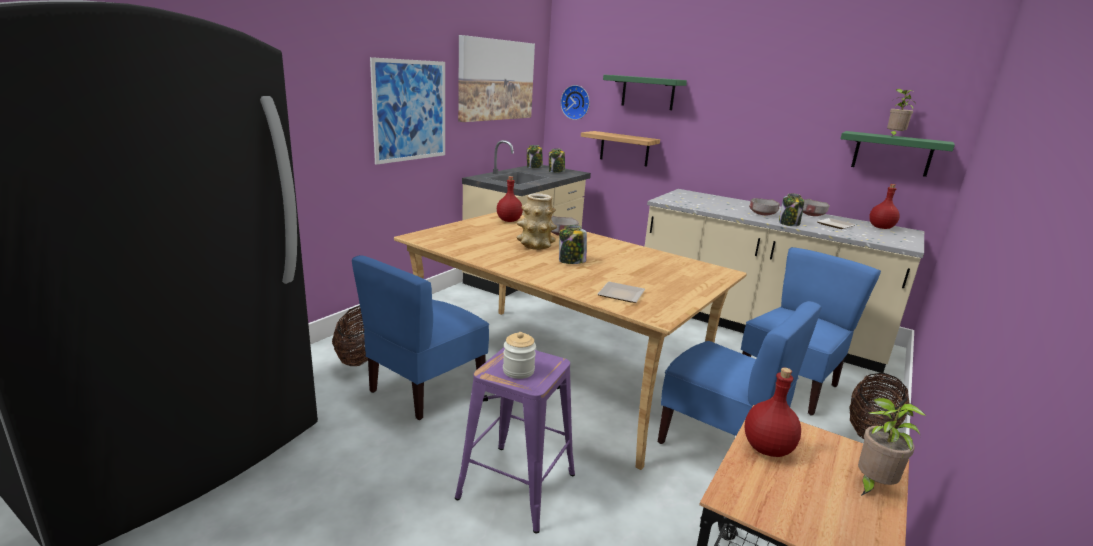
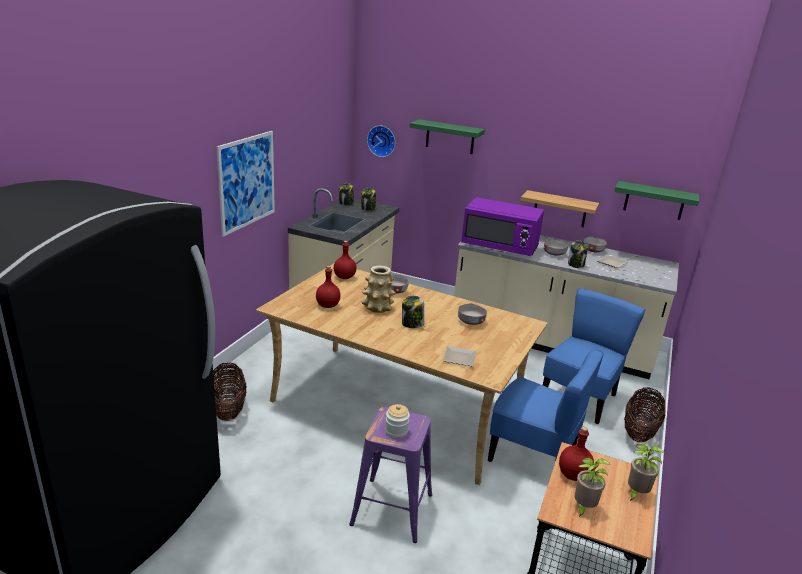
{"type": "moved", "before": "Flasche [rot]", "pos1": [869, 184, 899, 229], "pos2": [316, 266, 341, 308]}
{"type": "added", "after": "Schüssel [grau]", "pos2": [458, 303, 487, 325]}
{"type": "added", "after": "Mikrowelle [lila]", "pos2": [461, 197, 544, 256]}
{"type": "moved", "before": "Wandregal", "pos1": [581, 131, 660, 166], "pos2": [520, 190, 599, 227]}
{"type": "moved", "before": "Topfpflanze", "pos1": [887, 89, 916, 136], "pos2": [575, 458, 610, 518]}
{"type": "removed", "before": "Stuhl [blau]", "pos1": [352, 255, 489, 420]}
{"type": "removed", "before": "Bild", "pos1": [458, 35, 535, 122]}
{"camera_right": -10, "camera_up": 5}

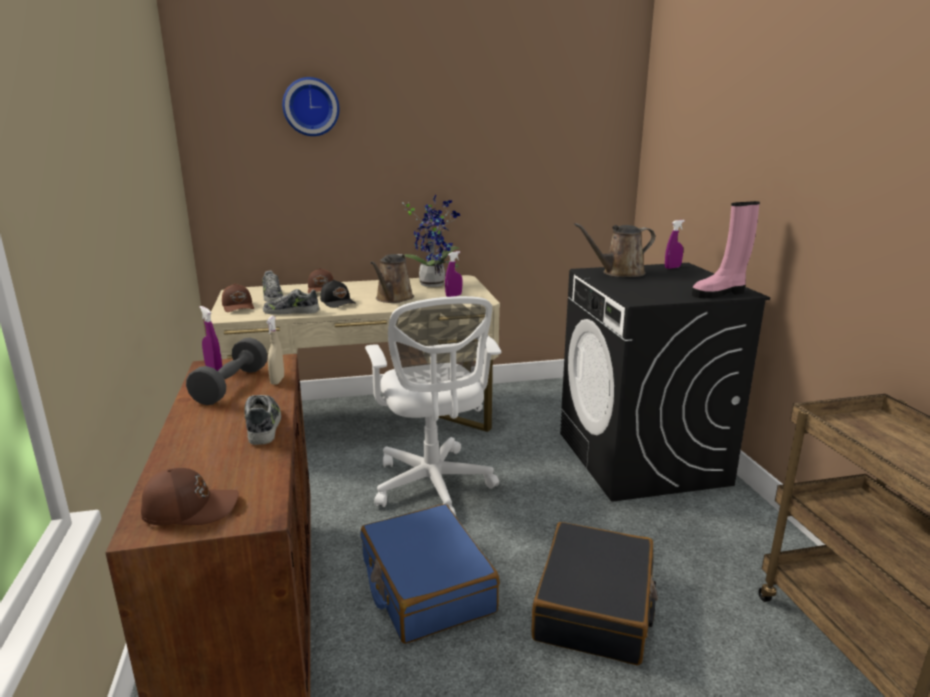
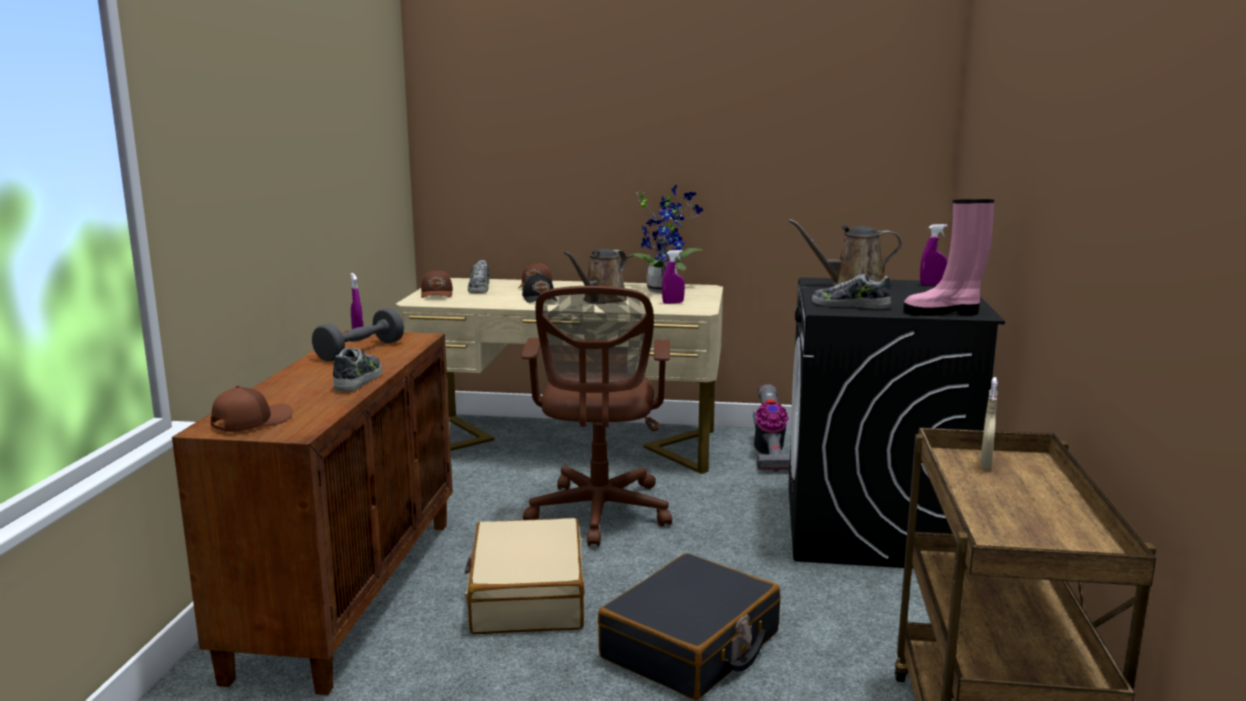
{"type": "turned", "before": "Kappe [braun]", "pos1": [141, 468, 239, 525], "pos2": [211, 385, 293, 432], "turn": -60}
{"type": "recoloured", "before": "Koffer [blau]", "after": "Koffer [beige]", "pos1": [360, 504, 500, 644], "pos2": [465, 518, 585, 634]}
{"type": "recoloured", "before": "Bürostuhl [weiß]", "after": "Bürostuhl [braun]", "pos1": [365, 296, 501, 516], "pos2": [521, 286, 672, 547]}
{"type": "added", "after": "Staubsauger", "pos2": [753, 384, 790, 472]}
{"type": "moved", "before": "Schuh", "pos1": [263, 289, 319, 315], "pos2": [812, 274, 891, 309]}
{"type": "moved", "before": "Sprühflasche [beige]", "pos1": [266, 316, 284, 385], "pos2": [980, 377, 998, 469]}
{"type": "removed", "before": "Wanduhr", "pos1": [282, 77, 340, 136]}
{"camera_right": 20, "camera_up": -5}

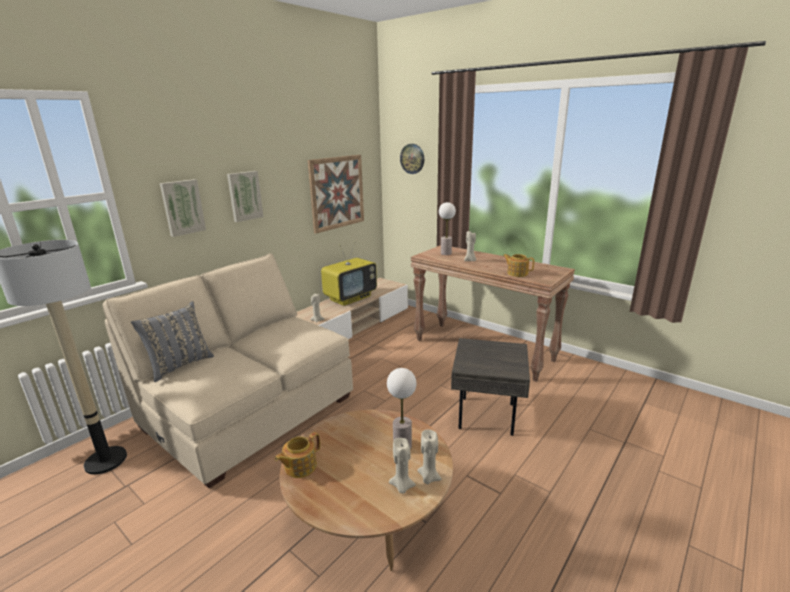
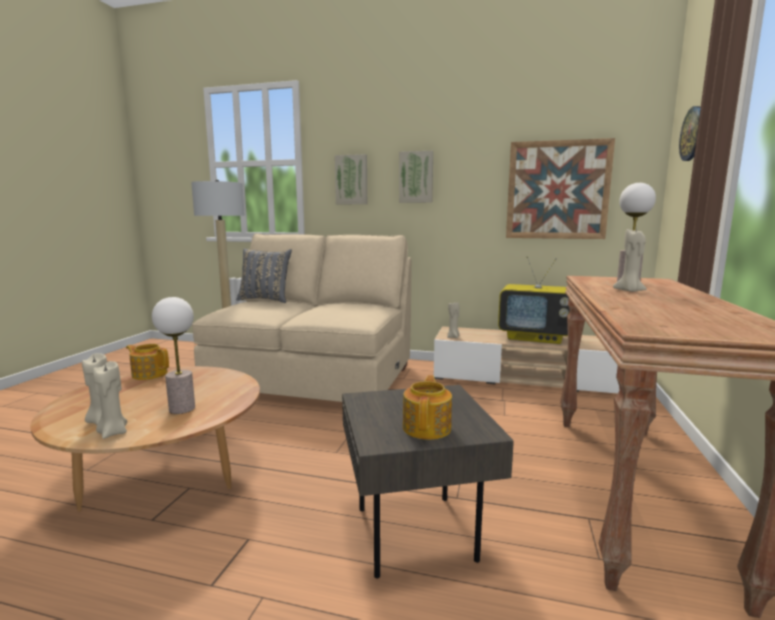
{"type": "moved", "before": "Teekanne", "pos1": [503, 254, 534, 277], "pos2": [403, 375, 452, 440]}
{"camera_right": 65, "camera_up": -10}

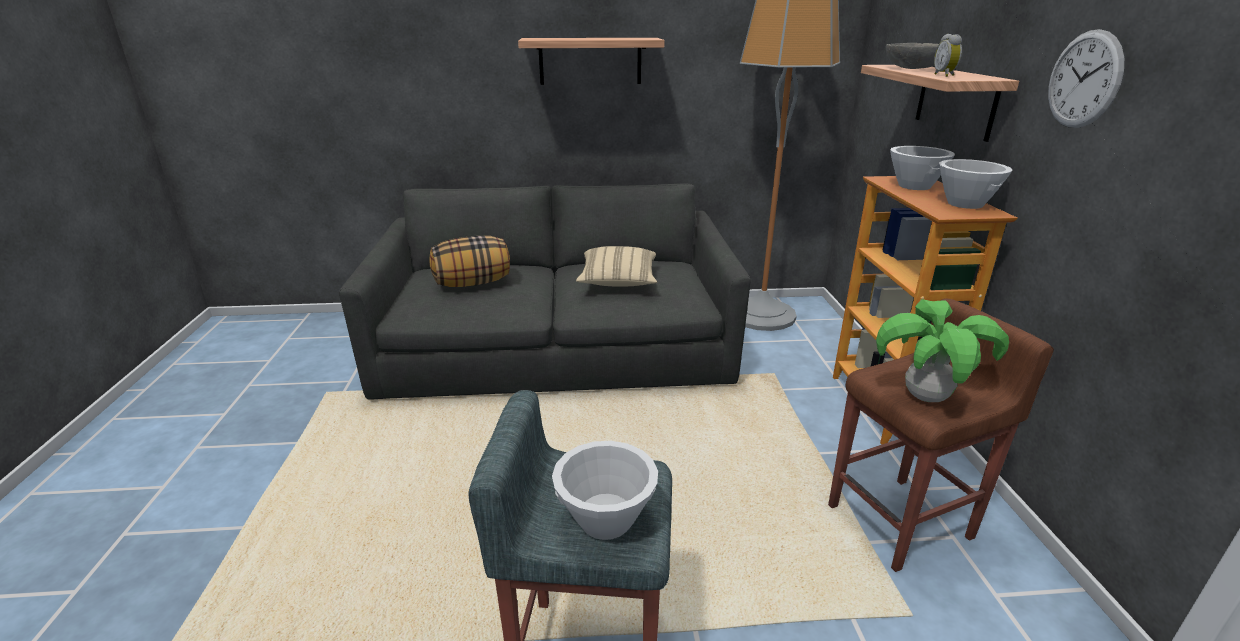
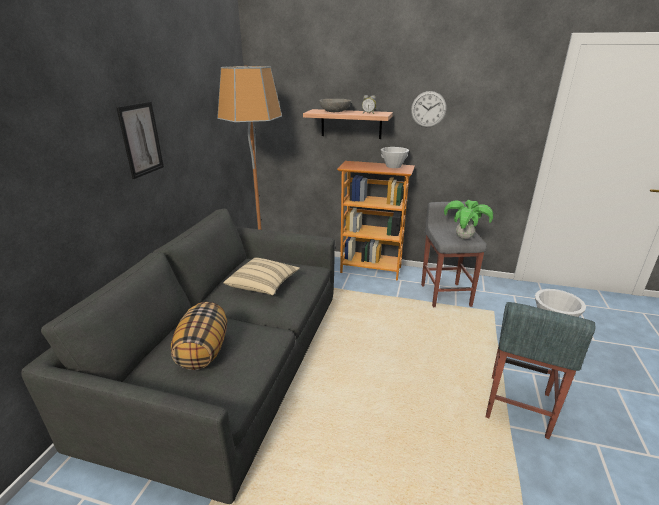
{"type": "replaced", "before": "Wandregal", "after": "Bild", "pos1": [518, 38, 665, 85], "pos2": [116, 102, 164, 179]}
{"type": "recoloured", "before": "Hocker [braun]", "after": "Hocker [grau]", "pos1": [828, 298, 1054, 572], "pos2": [421, 201, 487, 307]}
{"type": "removed", "before": "Schüssel [weiß]", "pos1": [890, 146, 955, 190]}
{"camera_right": -70, "camera_up": 0}

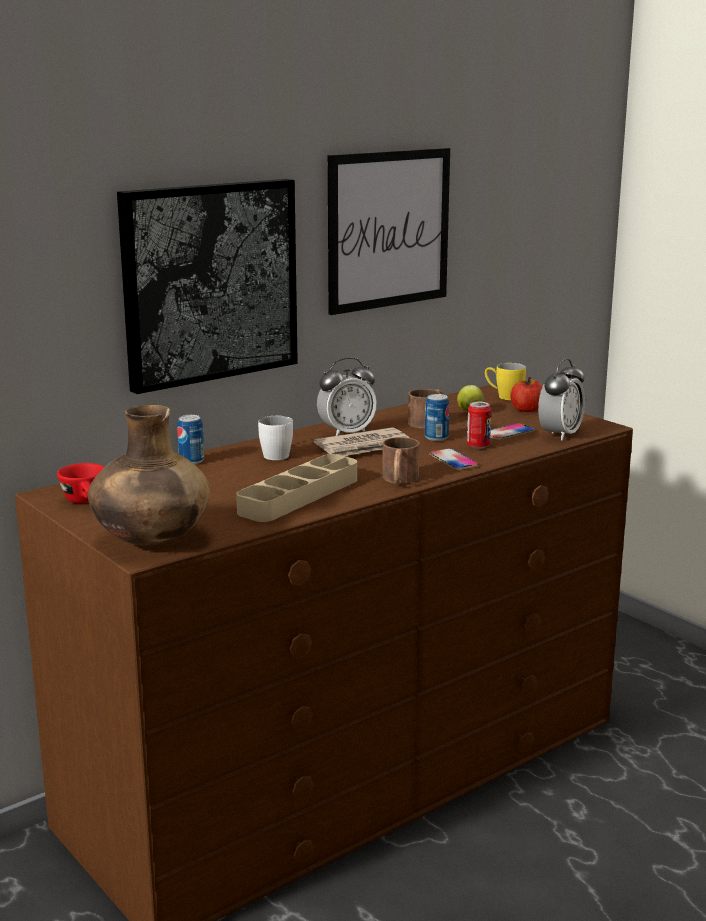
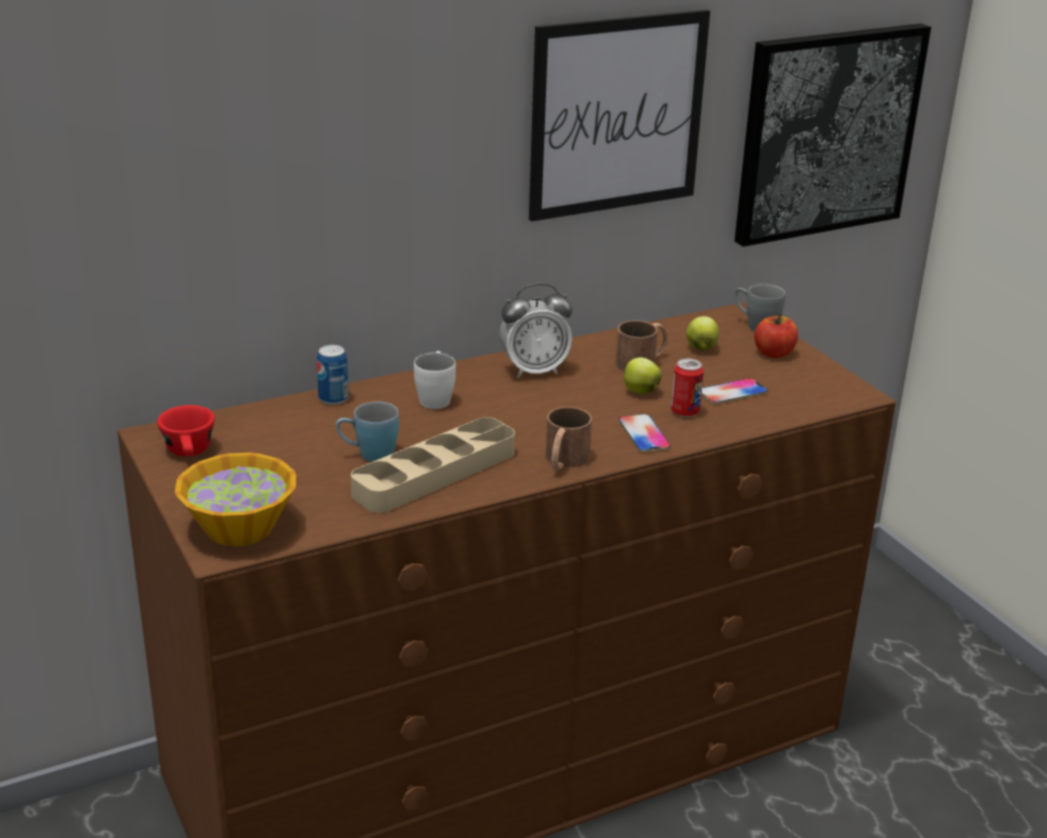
{"type": "replaced", "before": "Vase [braun]", "after": "Schüssel", "pos1": [88, 405, 211, 546], "pos2": [175, 453, 296, 546]}
{"type": "added", "after": "Henkelbecher [blau]", "pos2": [336, 401, 399, 462]}
{"type": "replaced", "before": "Dose", "after": "Apfel", "pos1": [425, 394, 449, 441], "pos2": [624, 357, 662, 394]}
{"type": "moved", "before": "Bild", "pos1": [117, 179, 298, 394], "pos2": [734, 23, 931, 247]}
{"type": "recoloured", "before": "Henkelbecher [gelb]", "after": "Henkelbecher [grau]", "pos1": [485, 363, 526, 400], "pos2": [734, 284, 785, 332]}
{"type": "removed", "before": "Zeitung", "pos1": [314, 427, 410, 456]}
{"type": "removed", "before": "Wecker", "pos1": [538, 358, 585, 441]}
{"camera_right": 10, "camera_up": 10}

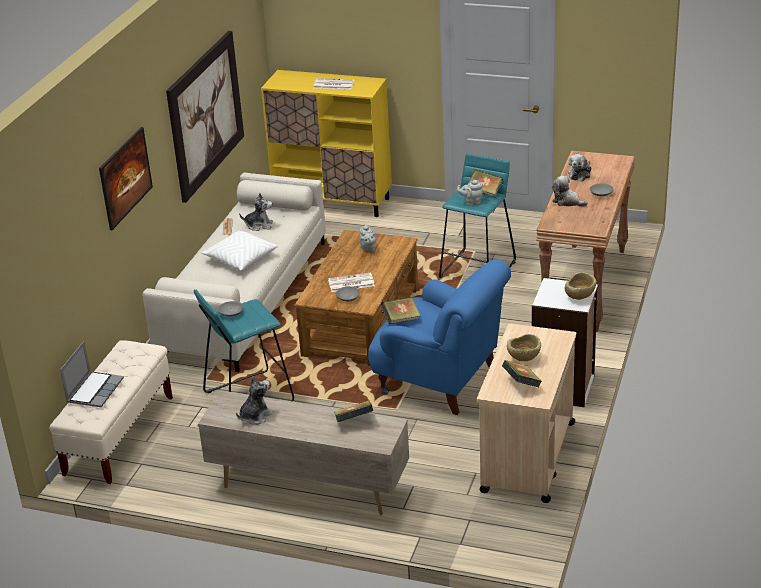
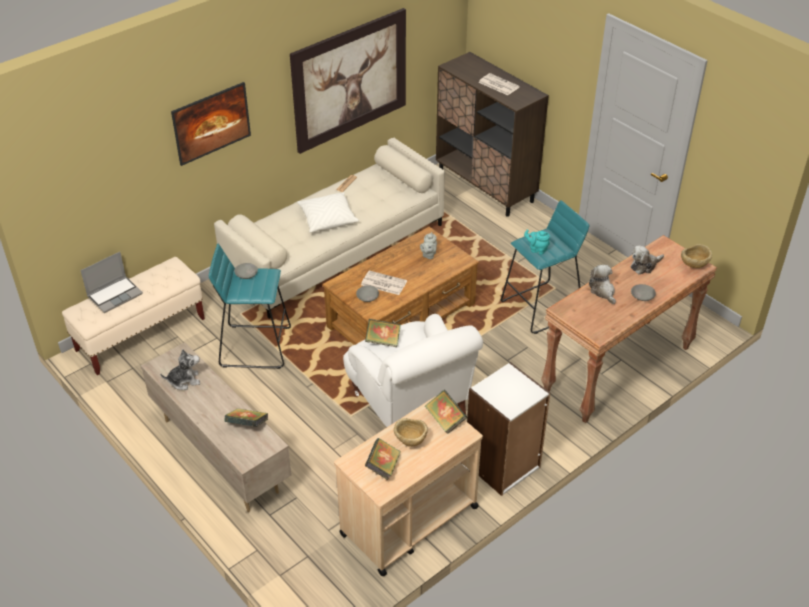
{"type": "recoloured", "before": "Sessel [blau]", "after": "Sessel [weiß]", "pos1": [368, 259, 511, 415], "pos2": [343, 314, 483, 428]}
{"type": "moved", "before": "Buch", "pos1": [469, 169, 503, 198], "pos2": [425, 390, 467, 434]}
{"type": "recoloured", "before": "Schrank [gelb]", "after": "Schrank [braun]", "pos1": [261, 70, 392, 217], "pos2": [436, 52, 549, 217]}
{"type": "recoloured", "before": "Teekanne [grau]", "after": "Teekanne [türkis]", "pos1": [457, 180, 483, 206], "pos2": [524, 230, 550, 255]}
{"type": "moved", "before": "Schüssel [beige]", "pos1": [565, 272, 597, 300], "pos2": [681, 244, 712, 268]}
{"type": "removed", "before": "Plüschtier", "pos1": [239, 193, 273, 231]}
{"camera_right": 30, "camera_up": 10}

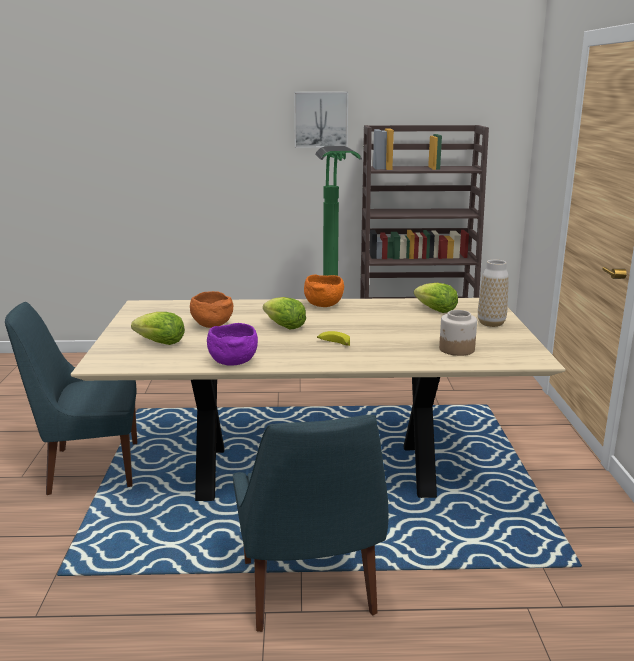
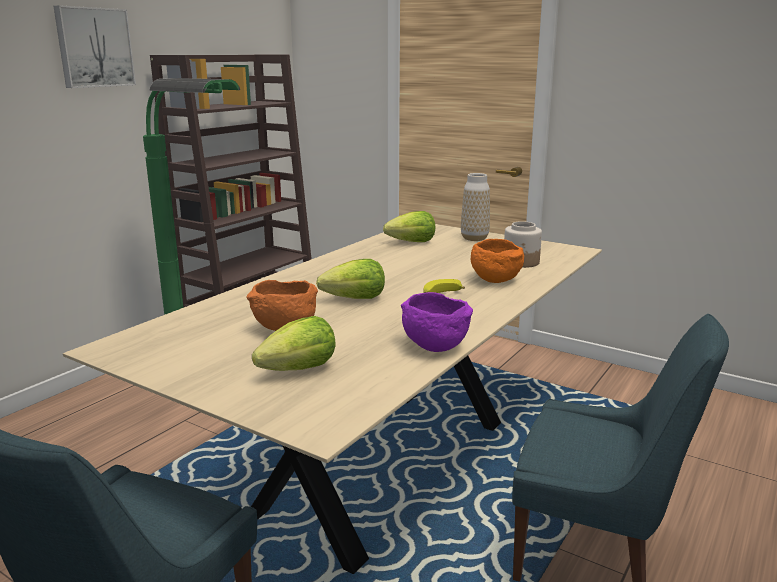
{"type": "moved", "before": "Schüssel [orange]", "pos1": [304, 275, 344, 307], "pos2": [471, 239, 524, 283]}
{"camera_right": -55, "camera_up": 0}

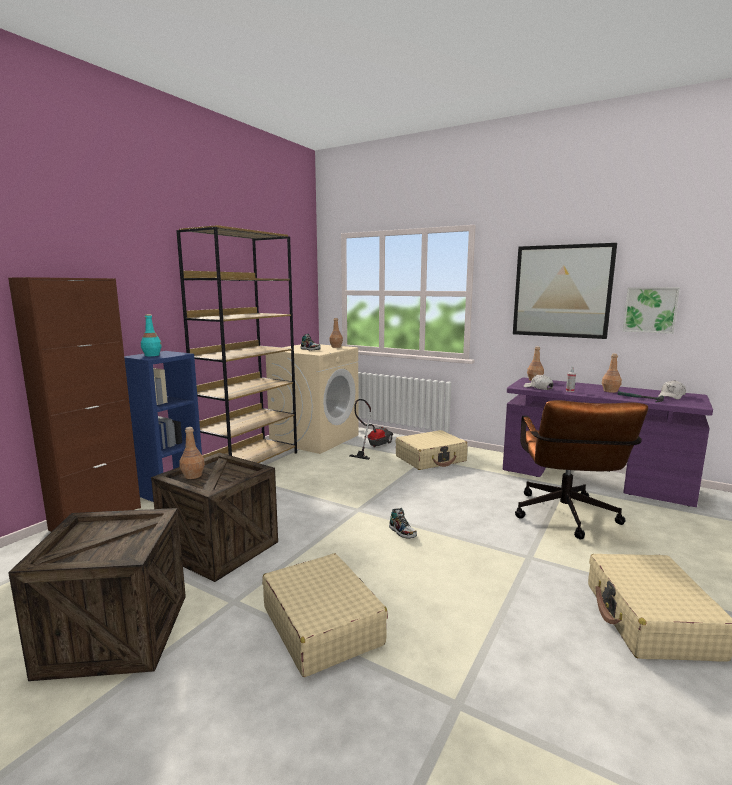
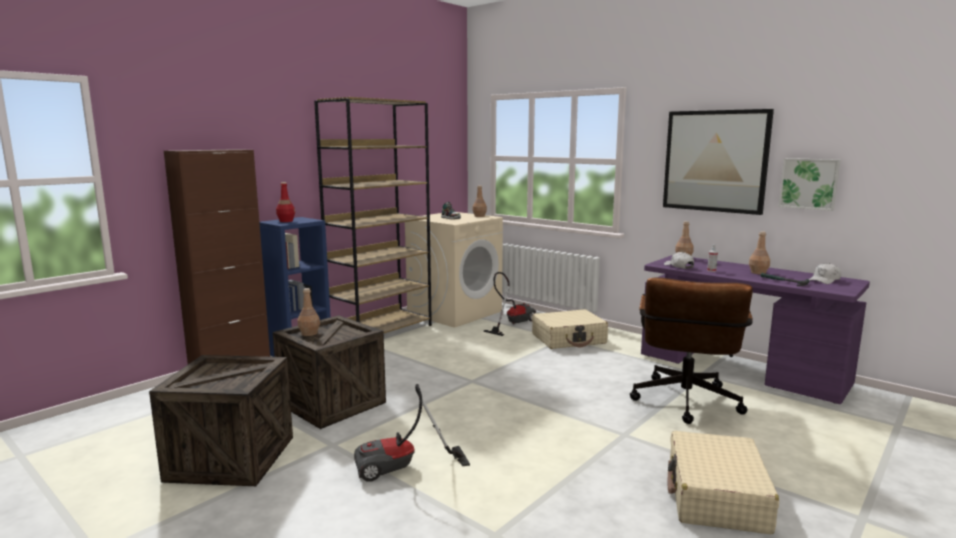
{"type": "recoloured", "before": "Flasche [türkis]", "after": "Flasche [rot]", "pos1": [141, 314, 162, 356], "pos2": [276, 182, 295, 222]}
{"type": "replaced", "before": "Koffer [beige]", "after": "Staubsauger", "pos1": [262, 554, 388, 677], "pos2": [354, 384, 470, 481]}
{"type": "removed", "before": "Schuh", "pos1": [389, 508, 417, 539]}
{"camera_right": 10, "camera_up": 0}

